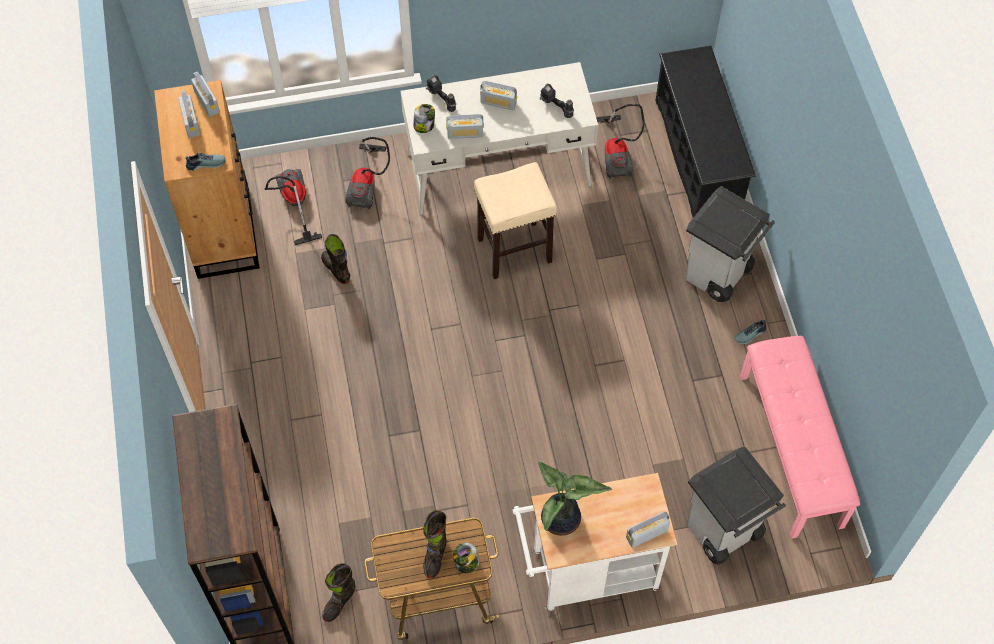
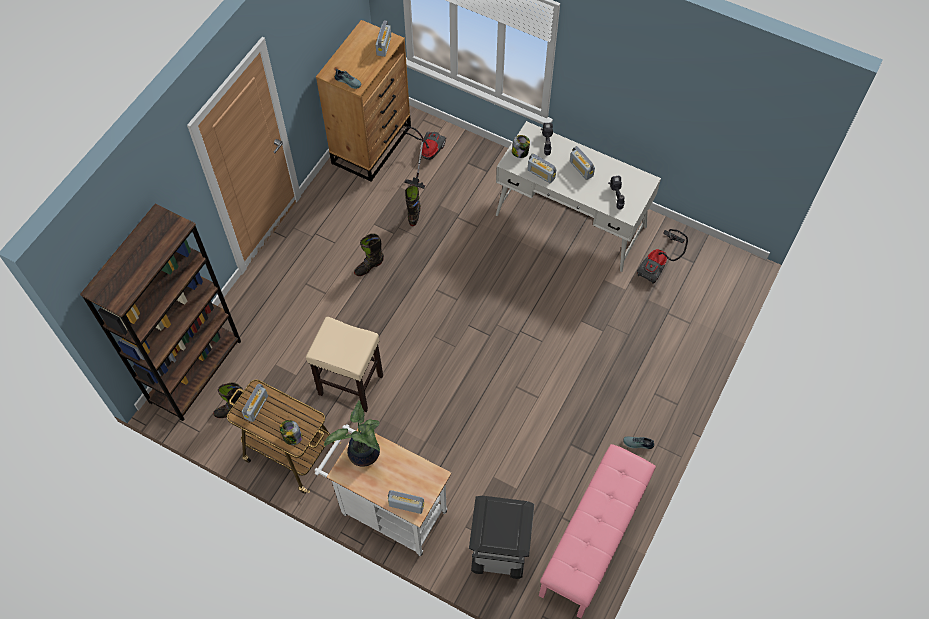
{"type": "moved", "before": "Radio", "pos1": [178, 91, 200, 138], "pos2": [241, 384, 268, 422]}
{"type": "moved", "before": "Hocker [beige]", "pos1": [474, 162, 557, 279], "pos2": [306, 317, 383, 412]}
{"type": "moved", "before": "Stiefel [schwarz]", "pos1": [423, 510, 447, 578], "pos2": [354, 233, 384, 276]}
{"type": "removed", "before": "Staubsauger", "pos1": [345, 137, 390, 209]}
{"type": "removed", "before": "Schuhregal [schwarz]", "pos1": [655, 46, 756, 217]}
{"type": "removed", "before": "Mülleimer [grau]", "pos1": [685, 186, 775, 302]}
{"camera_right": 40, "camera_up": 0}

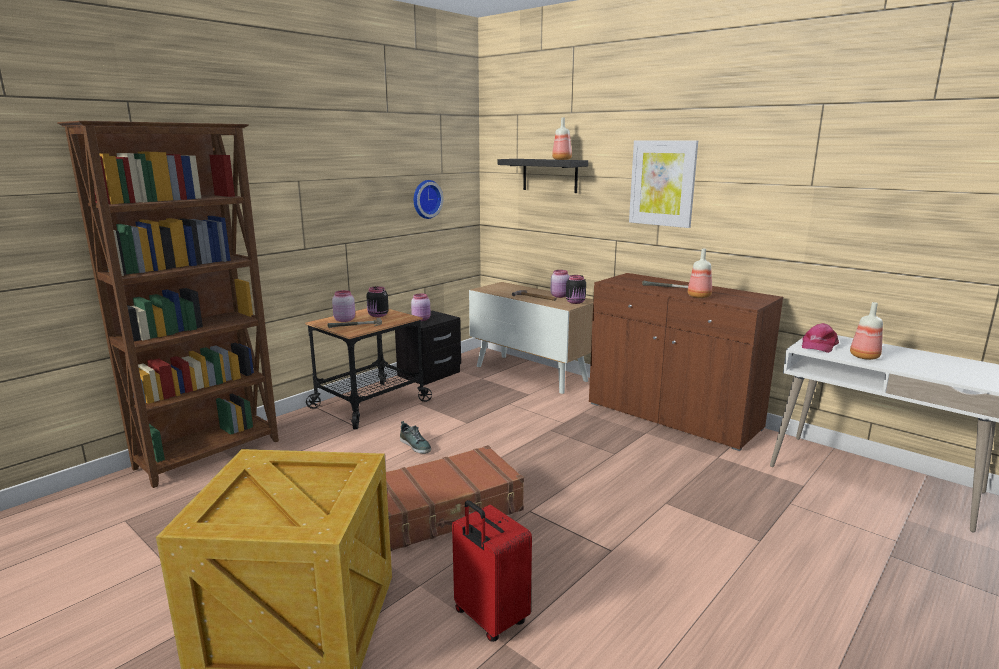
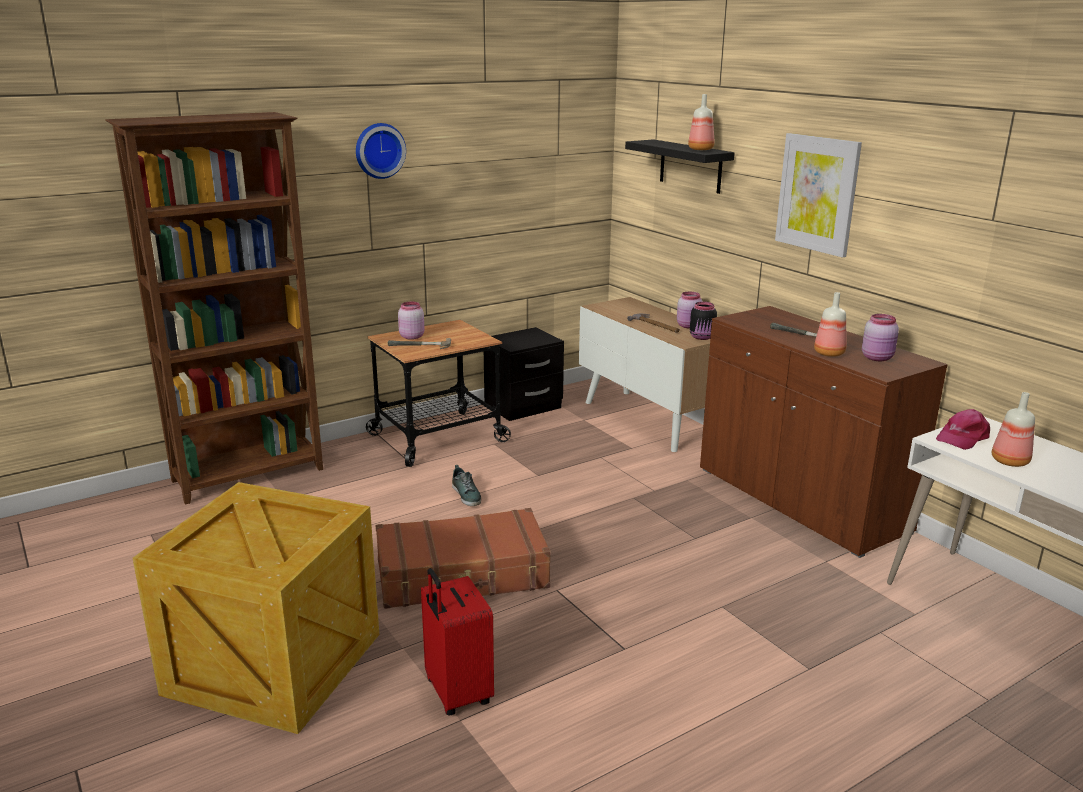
{"type": "moved", "before": "Wanduhr", "pos1": [414, 180, 444, 219], "pos2": [356, 123, 406, 179]}
{"type": "moved", "before": "Vorratsglas [rosa]", "pos1": [411, 293, 431, 321], "pos2": [862, 314, 899, 361]}
{"type": "removed", "before": "Vorratsglas [schwarz]", "pos1": [366, 286, 389, 317]}
{"camera_right": 15, "camera_up": 5}

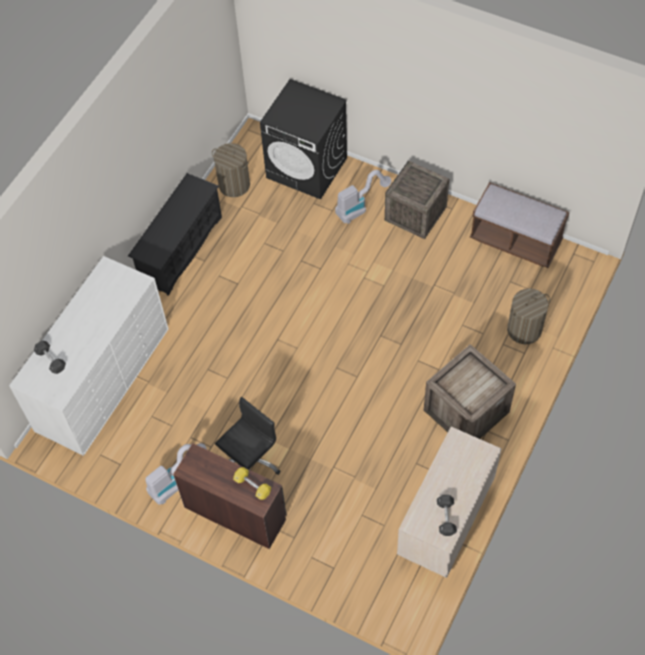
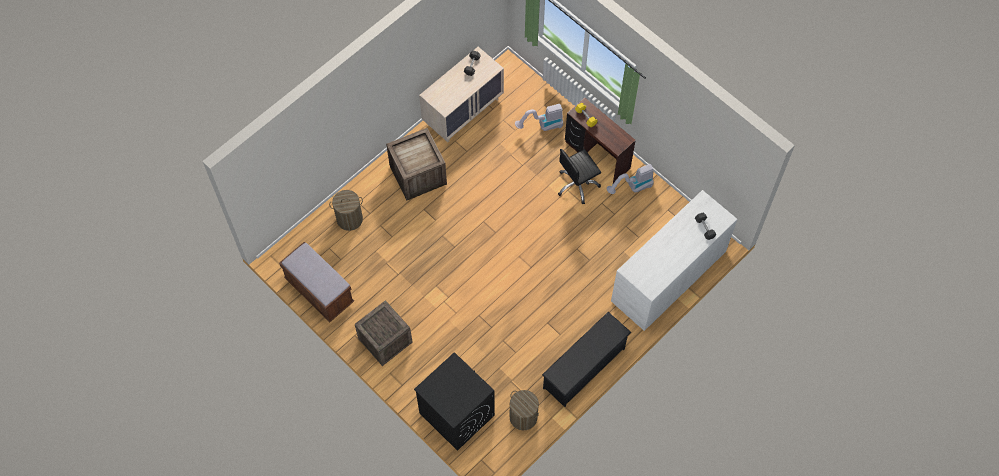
{"type": "moved", "before": "Staubsauger", "pos1": [335, 170, 391, 224], "pos2": [515, 104, 563, 131]}
{"camera_right": -165, "camera_up": 5}

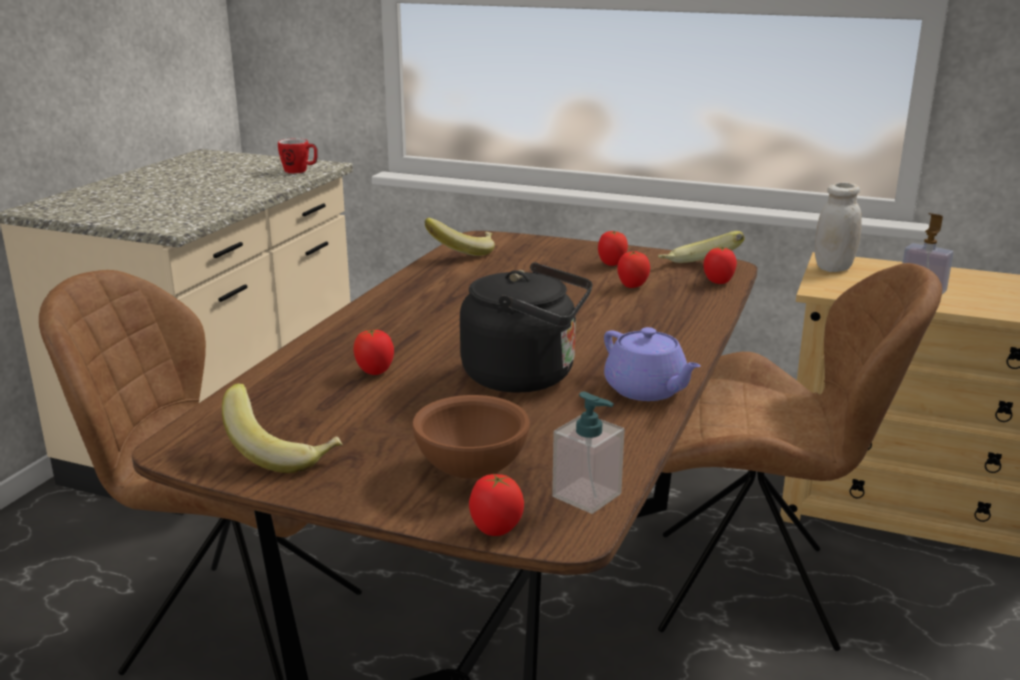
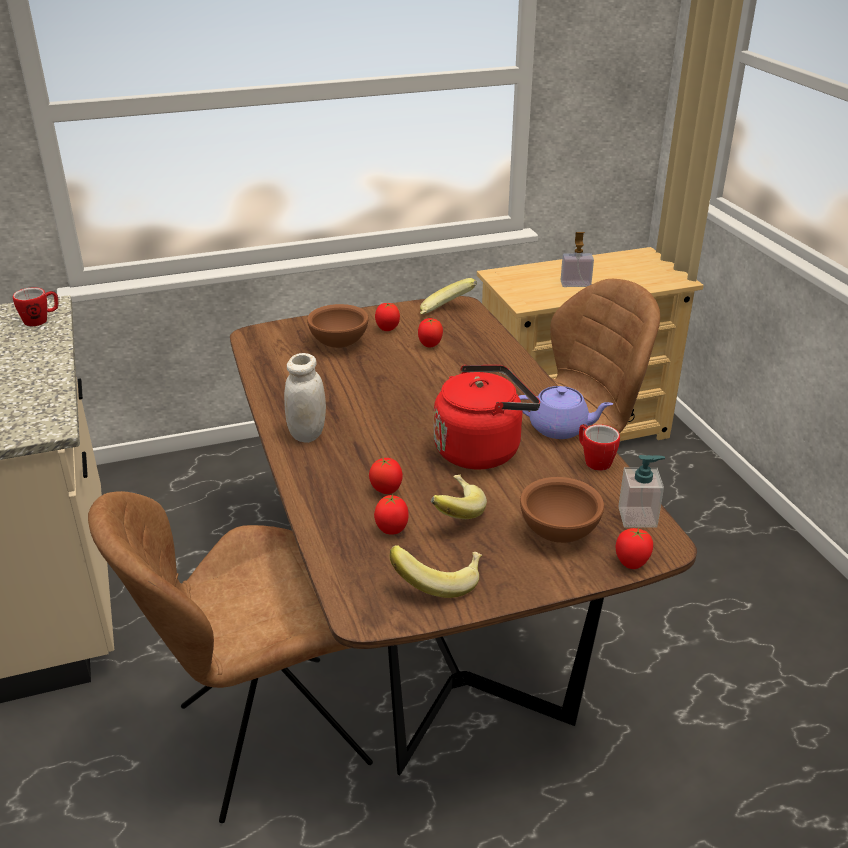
{"type": "moved", "before": "Vorratsglas [weiß]", "pos1": [815, 182, 862, 272], "pos2": [284, 353, 326, 443]}
{"type": "added", "after": "Schüssel [braun]", "pos2": [307, 304, 369, 348]}
{"type": "moved", "before": "Tomate", "pos1": [703, 247, 737, 284], "pos2": [374, 495, 408, 535]}
{"type": "moved", "before": "Banane", "pos1": [425, 218, 495, 256], "pos2": [431, 475, 487, 519]}
{"type": "recoloured", "before": "Wasserkessel [schwarz]", "after": "Wasserkessel [rot]", "pos1": [460, 262, 593, 393], "pos2": [434, 365, 540, 469]}
{"type": "added", "after": "Henkelbecher", "pos2": [579, 424, 620, 471]}
{"camera_right": -40, "camera_up": 10}

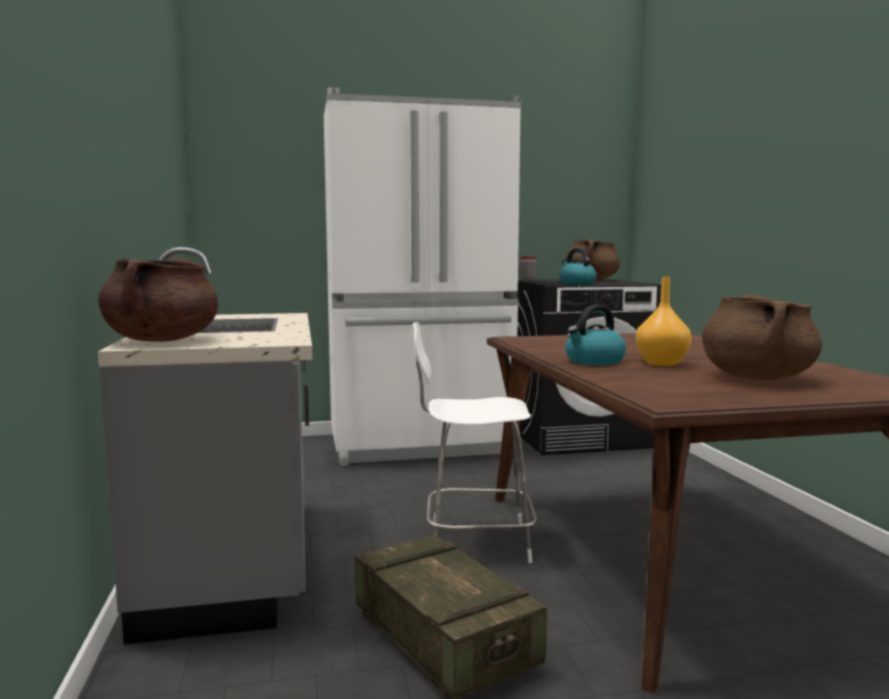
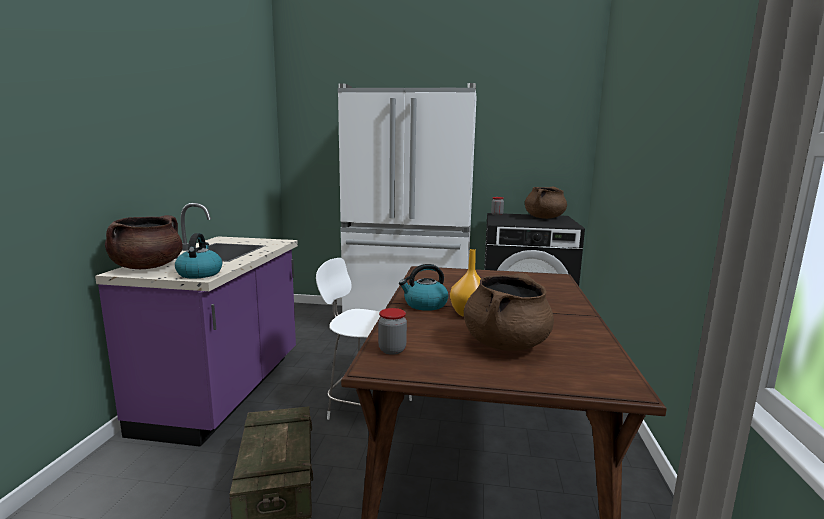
{"type": "recoloured", "before": "Küchenzeile [grau]", "after": "Küchenzeile [lila]", "pos1": [98, 247, 312, 644], "pos2": [95, 203, 298, 447]}
{"type": "moved", "before": "Wasserkessel", "pos1": [559, 248, 596, 284], "pos2": [175, 233, 222, 278]}
{"type": "added", "after": "Vorratsglas", "pos2": [378, 308, 407, 355]}
{"camera_right": 20, "camera_up": 5}

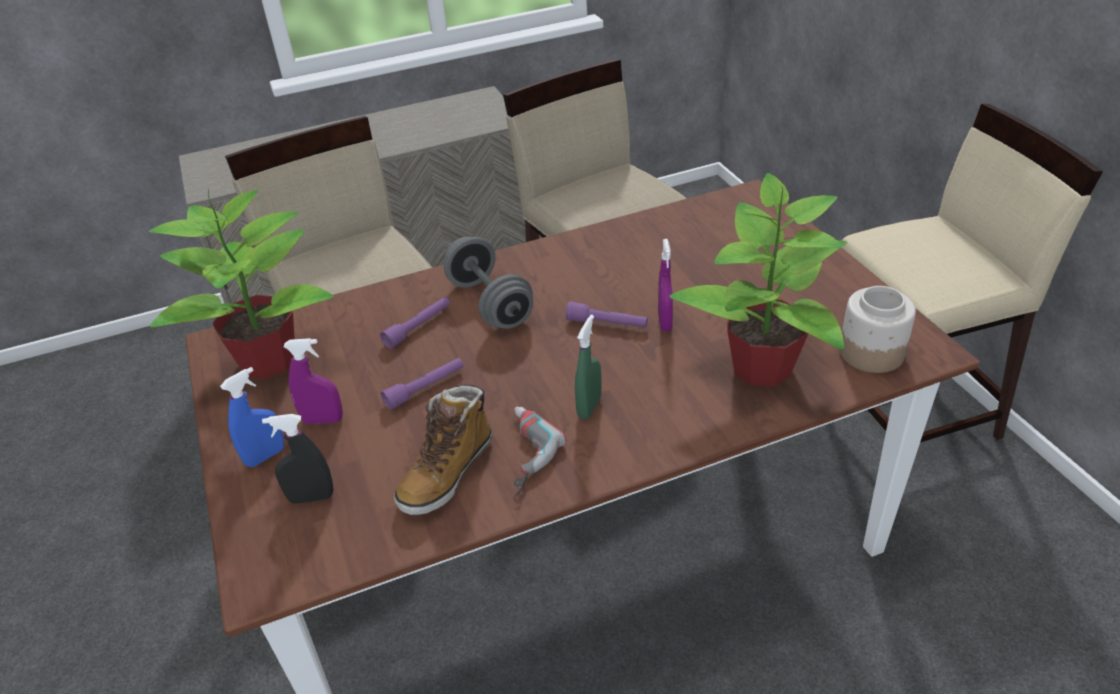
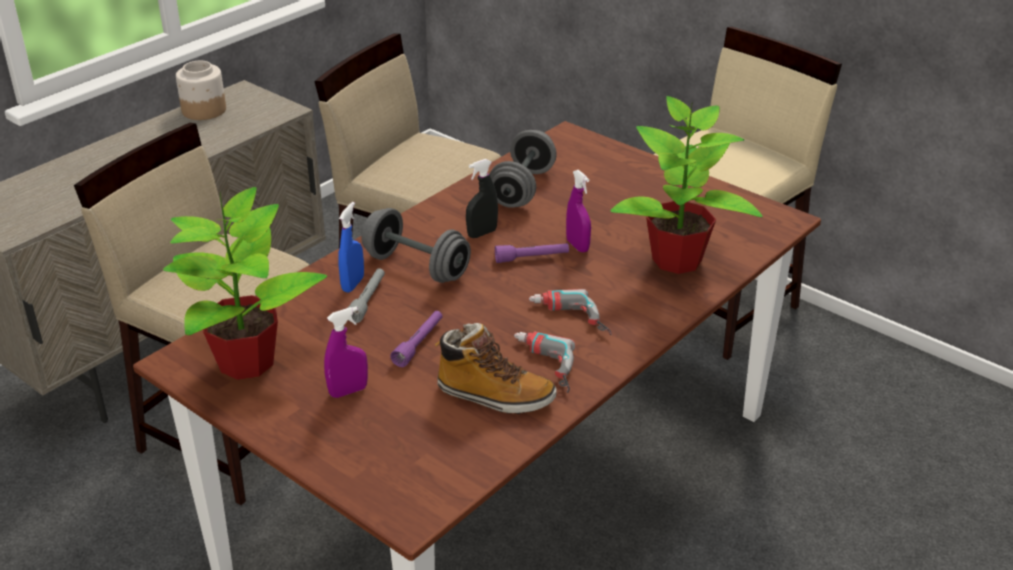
{"type": "moved", "before": "Vorratsglas", "pos1": [840, 286, 916, 373], "pos2": [176, 61, 226, 120]}
{"type": "moved", "before": "Sprühflasche [blau]", "pos1": [220, 367, 284, 467], "pos2": [338, 202, 364, 293]}
{"type": "recoloured", "before": "Taschenlampe [lila]", "after": "Taschenlampe [grau]", "pos1": [380, 297, 450, 349], "pos2": [348, 269, 385, 323]}
{"type": "turned", "before": "Stiefel", "pos1": [394, 385, 492, 516], "pos2": [435, 323, 556, 414], "turn": -75}
{"type": "moved", "before": "Sprühflasche [schwarz]", "pos1": [262, 414, 334, 504], "pos2": [466, 159, 498, 238]}
{"type": "added", "after": "Hantel [grau]", "pos2": [489, 130, 557, 208]}
{"type": "replaced", "before": "Sprühflasche [grün]", "after": "Bohrmaschine", "pos1": [575, 315, 602, 419], "pos2": [529, 289, 612, 335]}
{"camera_right": -30, "camera_up": -5}

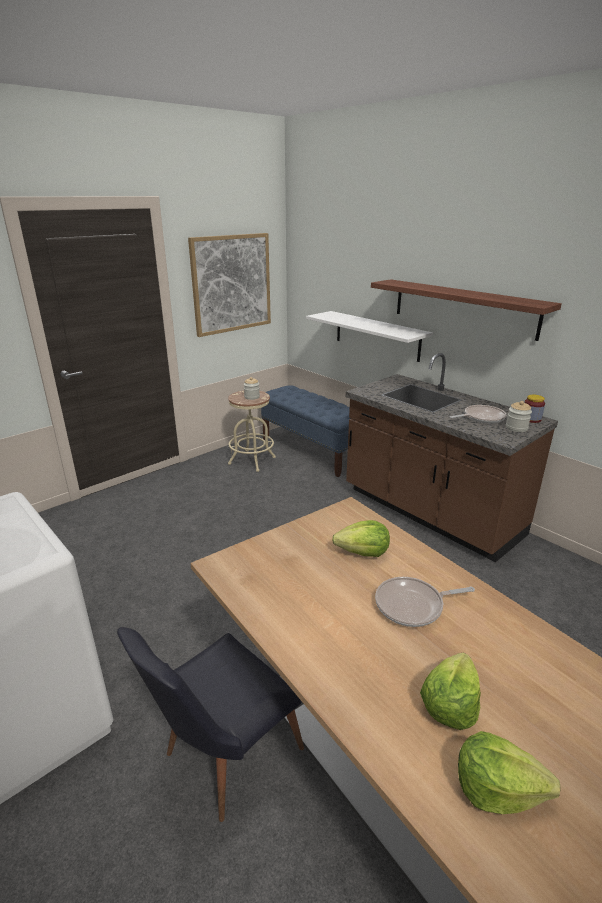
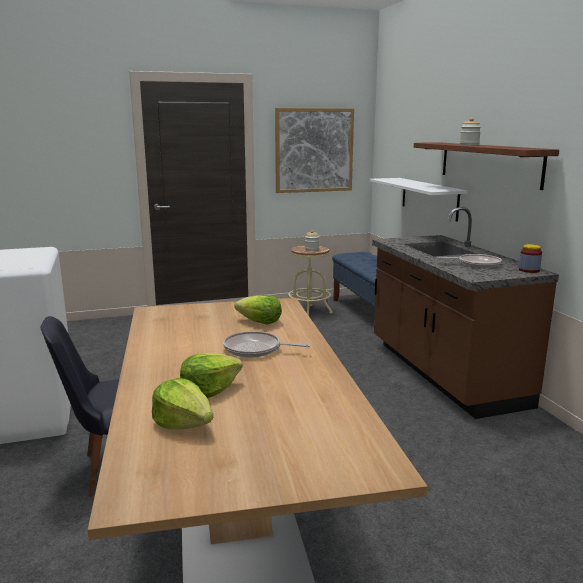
{"type": "moved", "before": "Vorratsglas", "pos1": [506, 401, 532, 432], "pos2": [460, 118, 481, 145]}
{"camera_right": 25, "camera_up": -10}

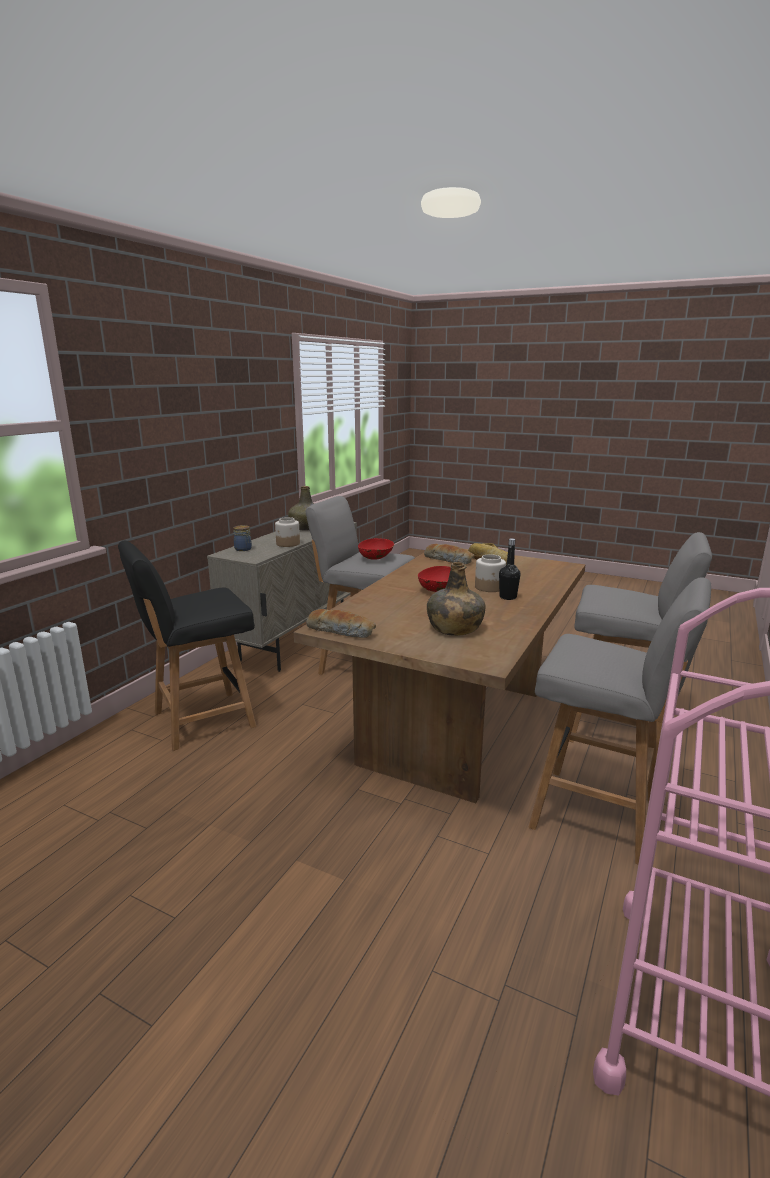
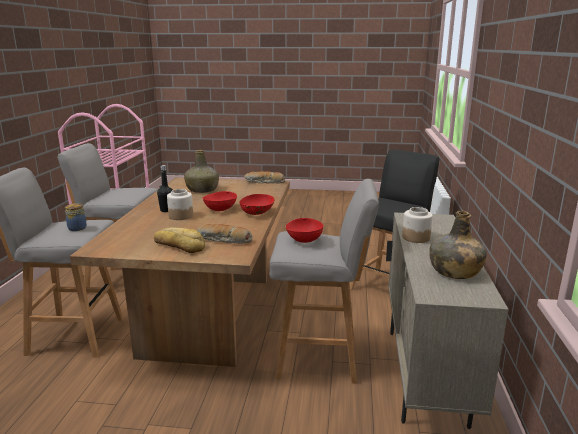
{"type": "moved", "before": "Vorratsglas", "pos1": [233, 525, 252, 551], "pos2": [64, 203, 87, 231]}
{"type": "added", "after": "Schüssel [rot]", "pos2": [240, 194, 275, 215]}
{"camera_right": 160, "camera_up": 0}

